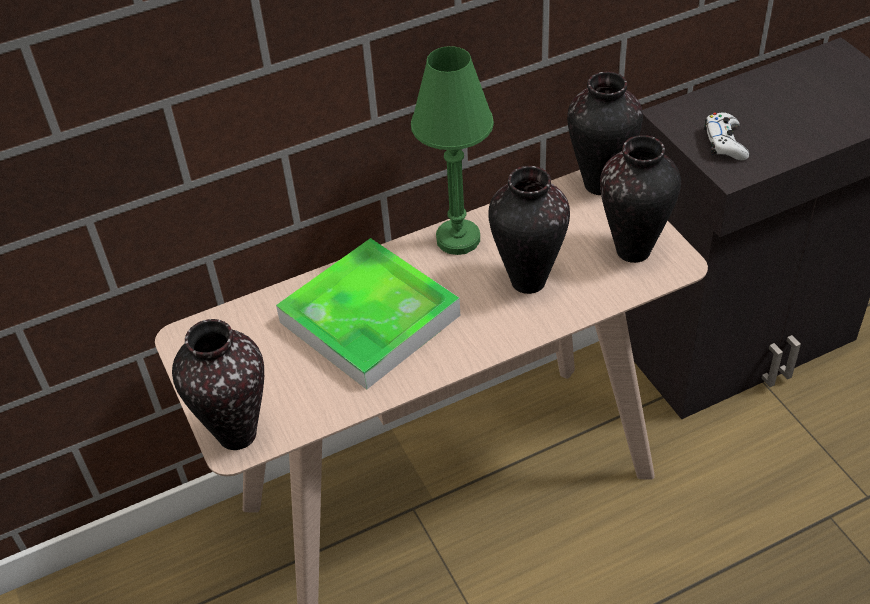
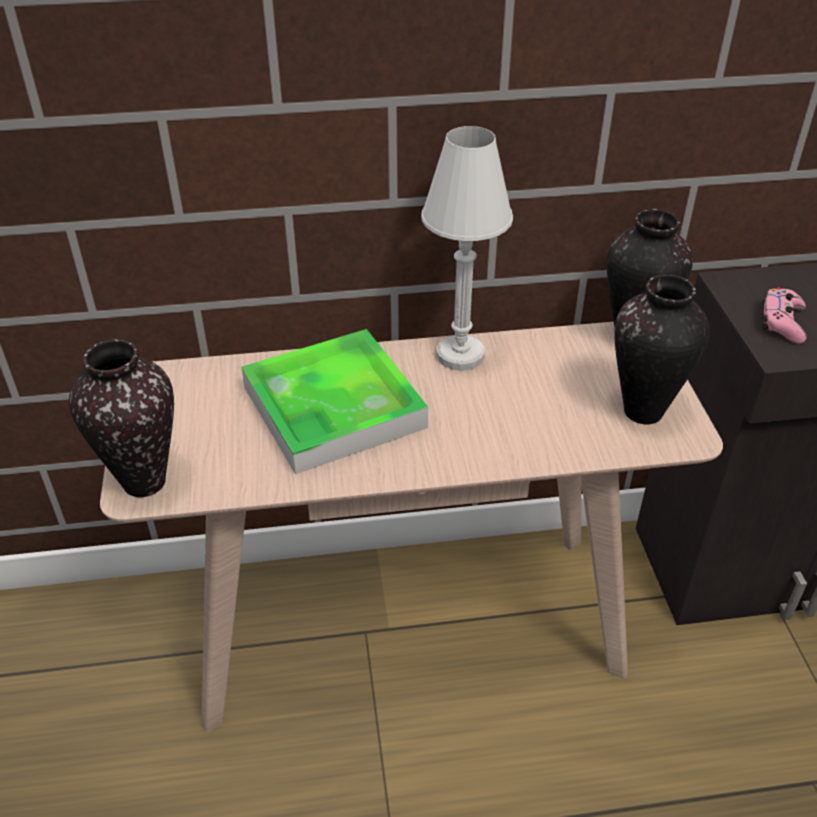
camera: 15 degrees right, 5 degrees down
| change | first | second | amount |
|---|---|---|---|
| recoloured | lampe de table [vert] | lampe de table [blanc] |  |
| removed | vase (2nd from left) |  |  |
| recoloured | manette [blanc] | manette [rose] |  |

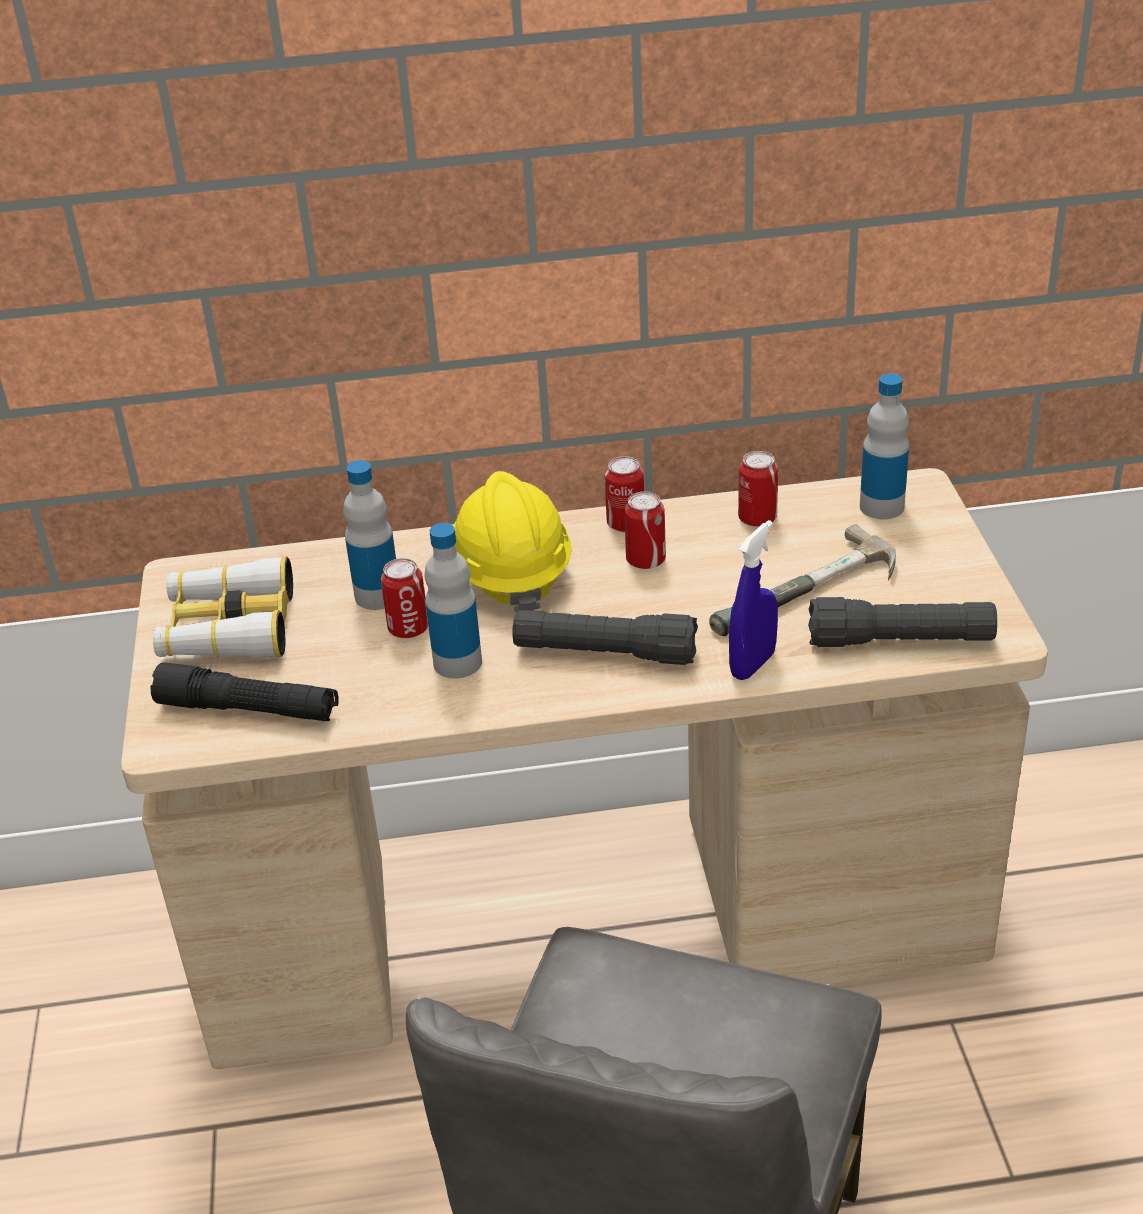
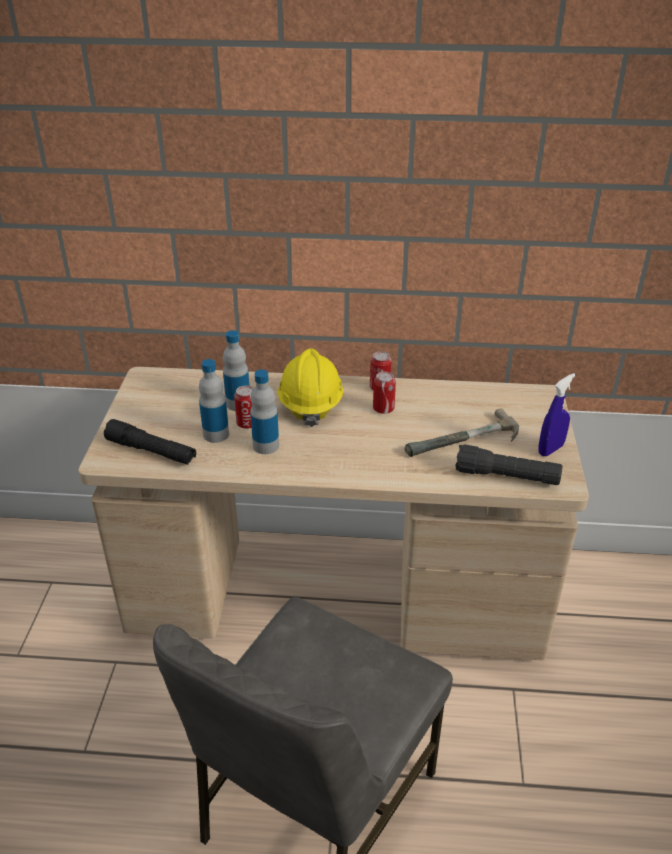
camera: 10 degrees right, 0 degrees up
| change | first | second | amount |
|---|---|---|---|
| removed | jumelles |  |  |
| removed | lampe de poche [noir] (2nd from left) |  |  |
| moved | vaporisateur [bleu] |  |  |
| removed | boîte métallique (4th from left) |  |  |
| moved | bouteille (3rd from left in the first image) | bouteille (1st from left) |  |

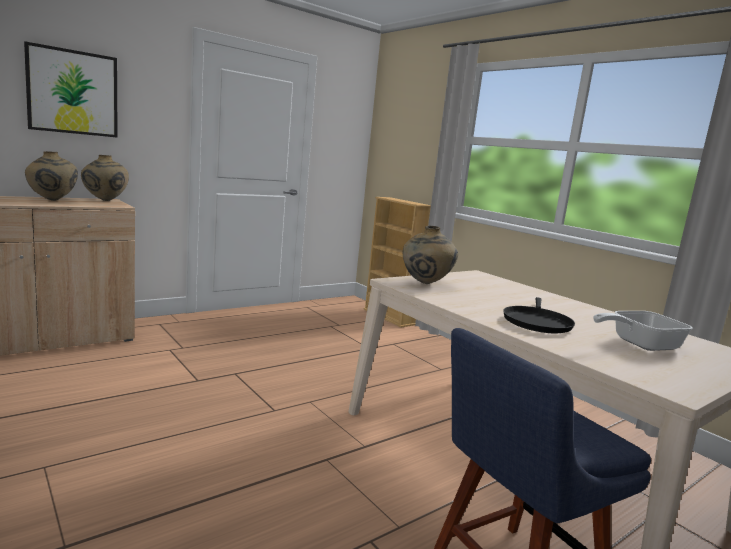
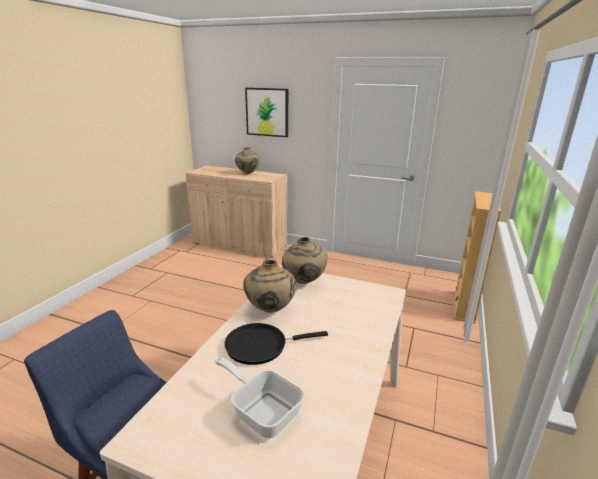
camera: 60 degrees right, 10 degrees up
| change | first | second | amount |
|---|---|---|---|
| moved | vase [beige] (2nd from left) |  |  |

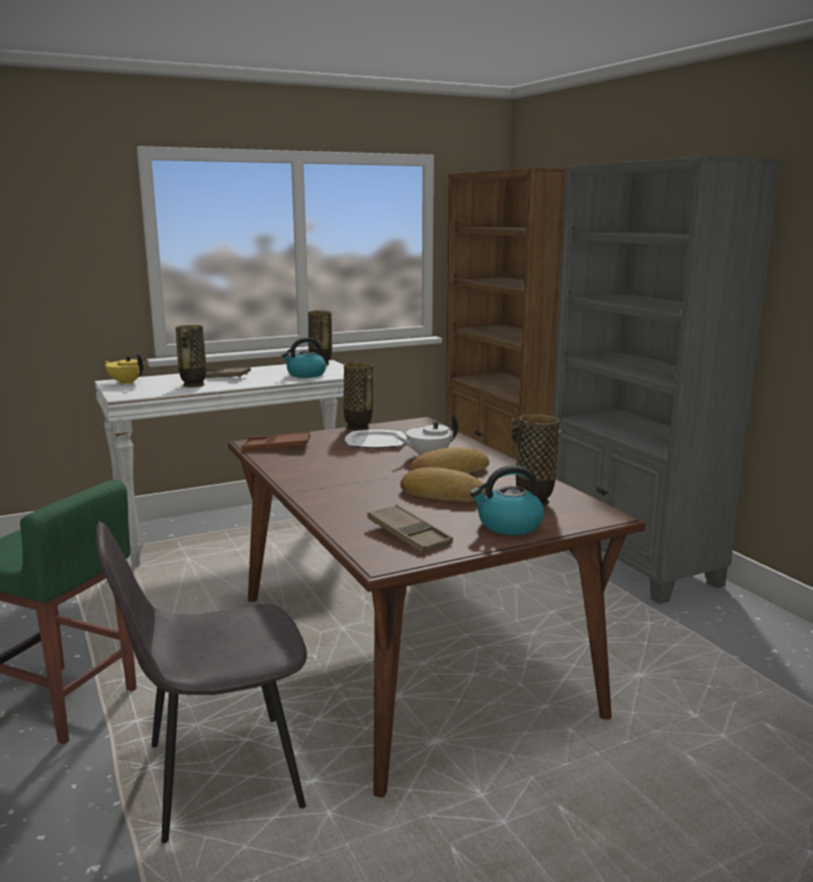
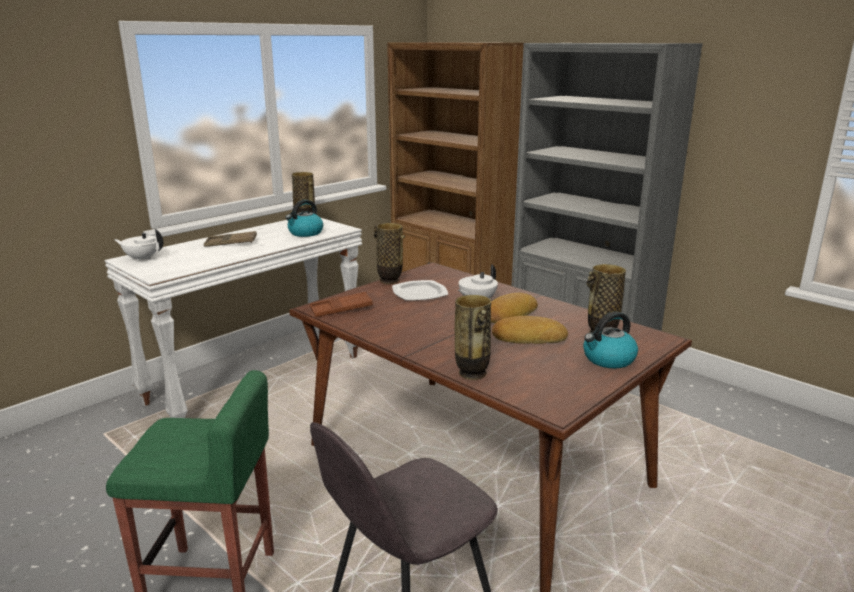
camera: 20 degrees left, 5 degrees up
| change | first | second | amount |
|---|---|---|---|
| recoloured | théière [jaune] | théière [blanc] (1st from left) |  |
| moved | vase (1st from left in the first image) | vase (3rd from left) |  |
| removed | plateau [marron] (3rd from left) |  |  |

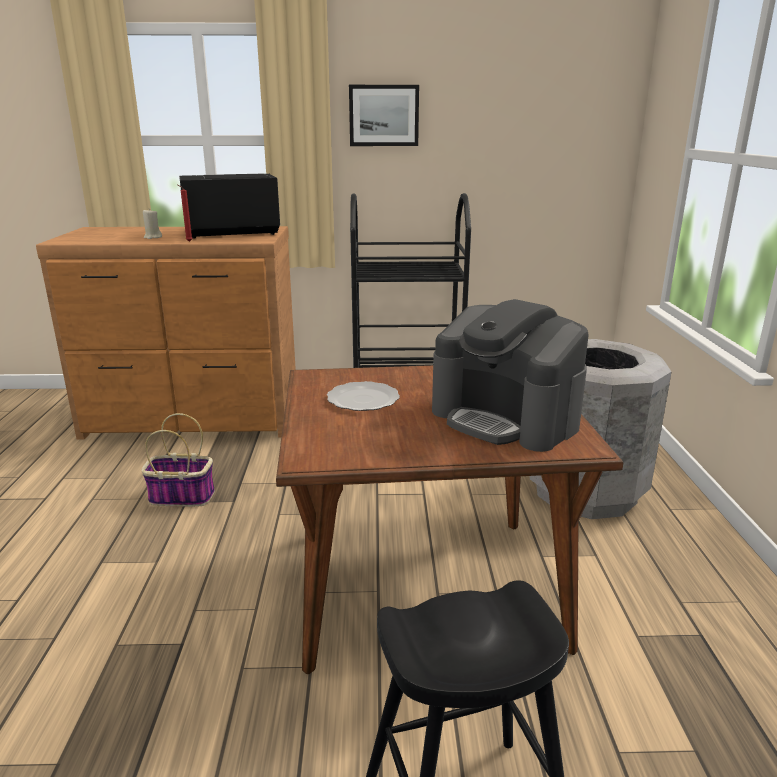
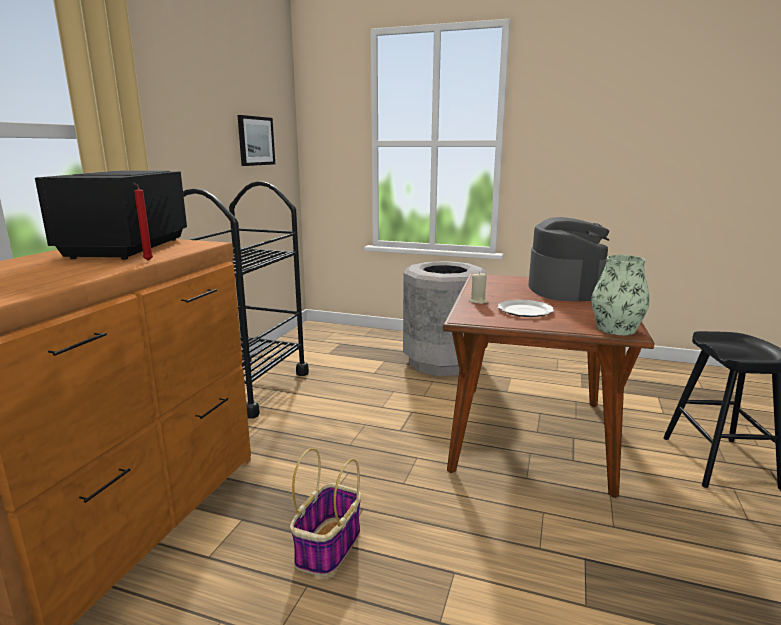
camera: 70 degrees left, 5 degrees down
| change | first | second | amount |
|---|---|---|---|
| moved | bougie [beige] |  |  |
| moved | tableau |  |  |
| turned | machine à café |  | 60 degrees counterclockwise |
| added |  | vase |  |

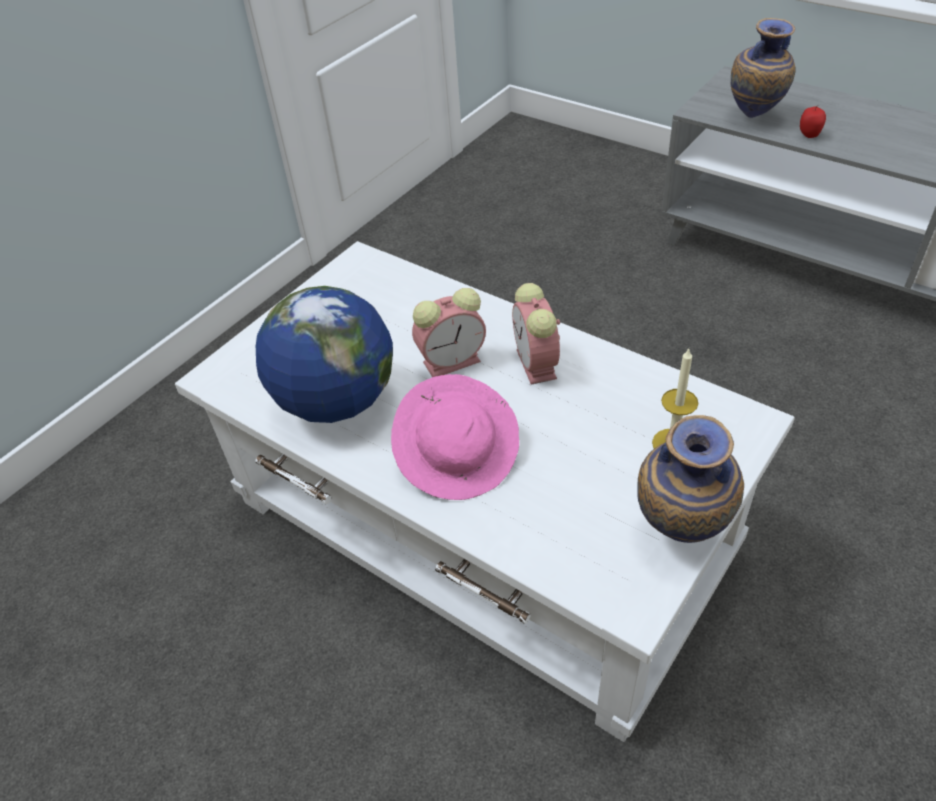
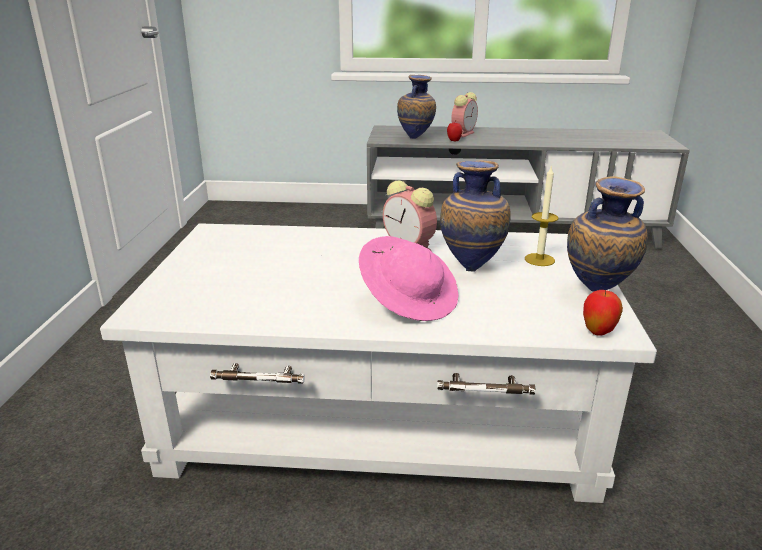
camera: 35 degrees left, 20 degrees down
| change | first | second | amount |
|---|---|---|---|
| removed | globe |  |  |
| moved | réveil (1st from left in the first image) | réveil (2nd from left) |  |
| added |  | vase (2nd from left) |  |
| added |  | pomme (2nd from left) |  |

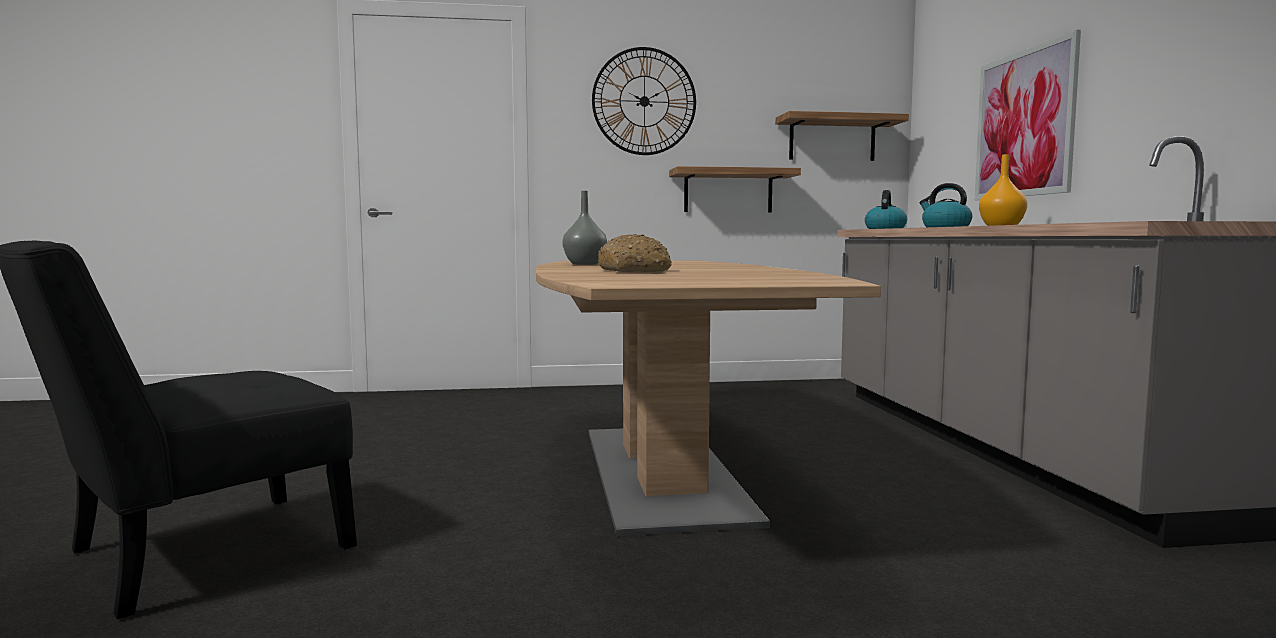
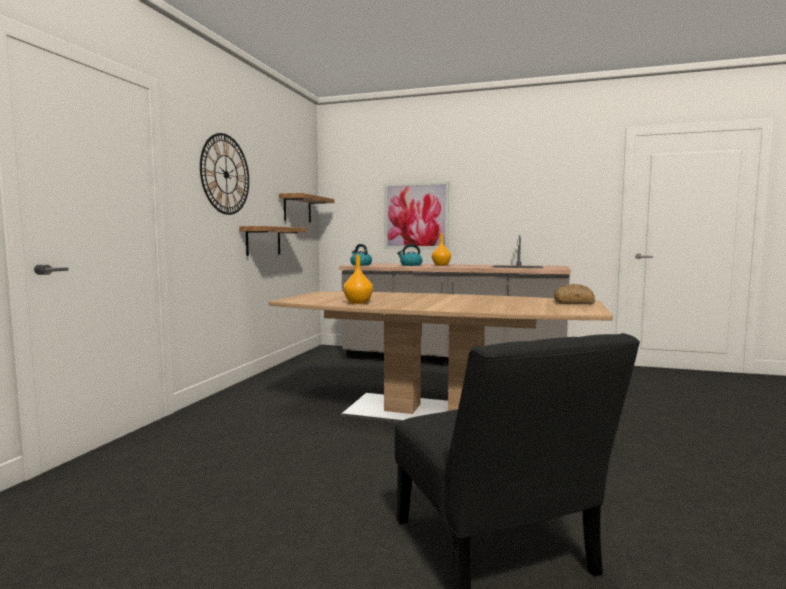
camera: 65 degrees left, 0 degrees up
| change | first | second | amount |
|---|---|---|---|
| recoloured | vase [gris] | vase [orange] (1st from left) |  |
| moved | pain |  |  |

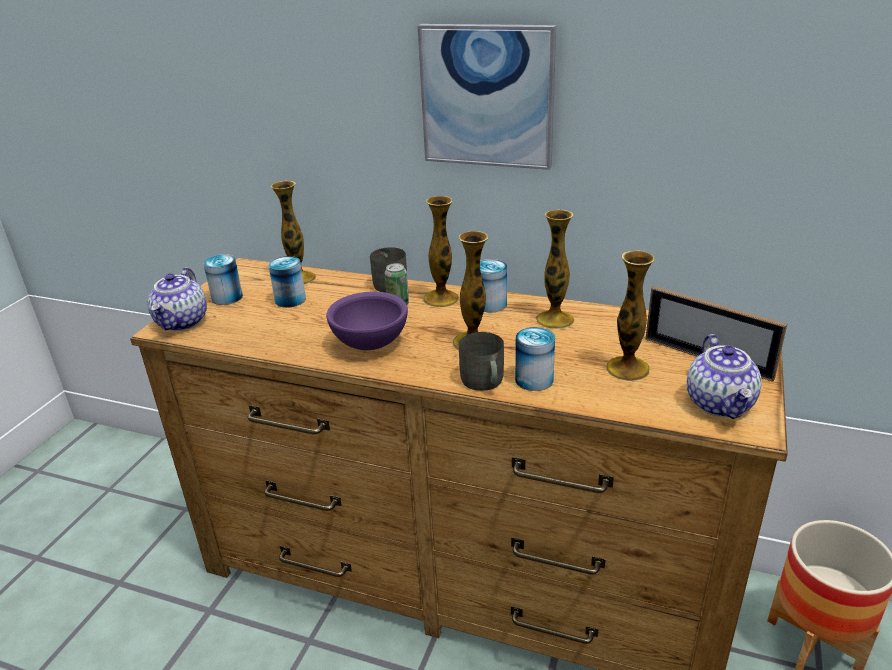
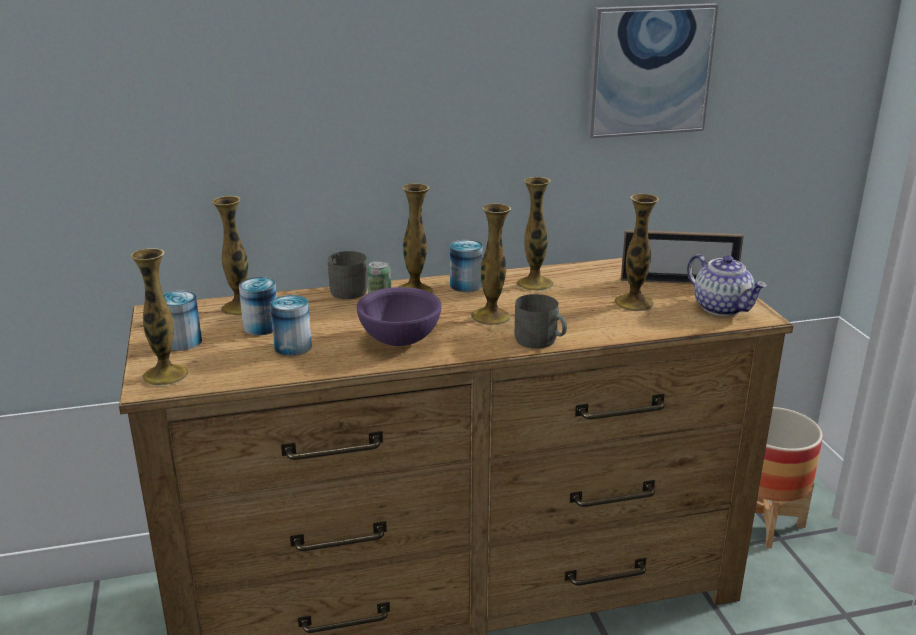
camera: 35 degrees left, 5 degrees down
| change | first | second | amount |
|---|---|---|---|
| replaced | théière (1st from left) | vase (1st from left) |  |
| moved | tableau |  |  |
| moved | boîte métallique (5th from left in the first image) | boîte métallique (3rd from left) |  |

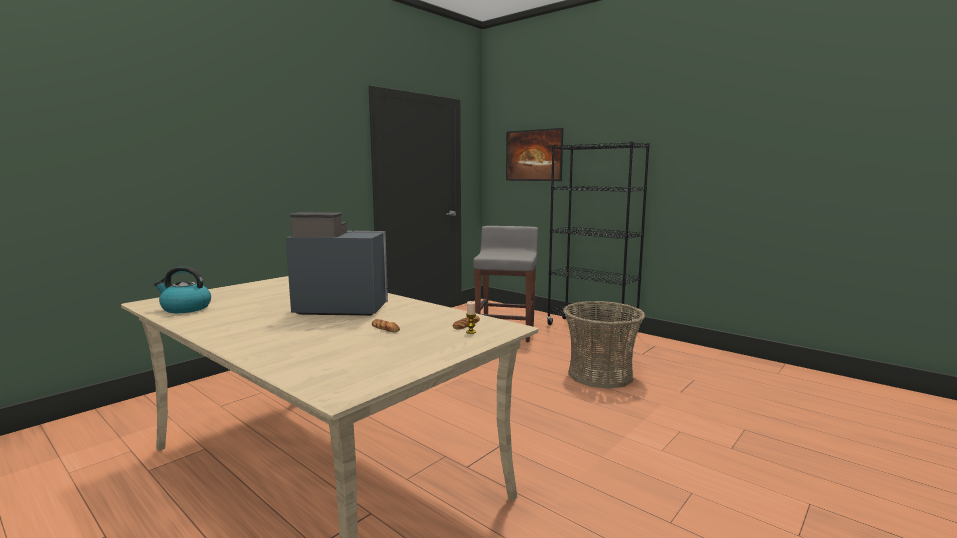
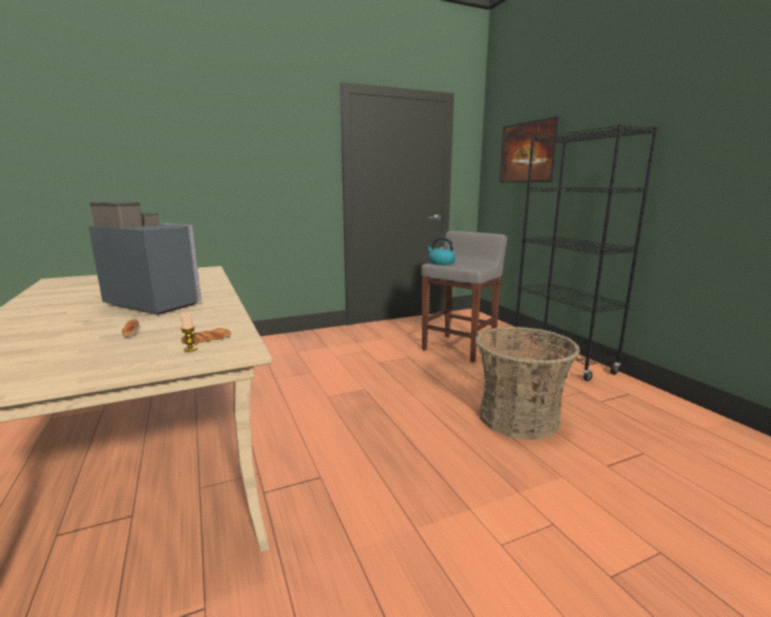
camera: 25 degrees right, 5 degrees up
| change | first | second | amount |
|---|---|---|---|
| moved | bouilloire |  |  |

